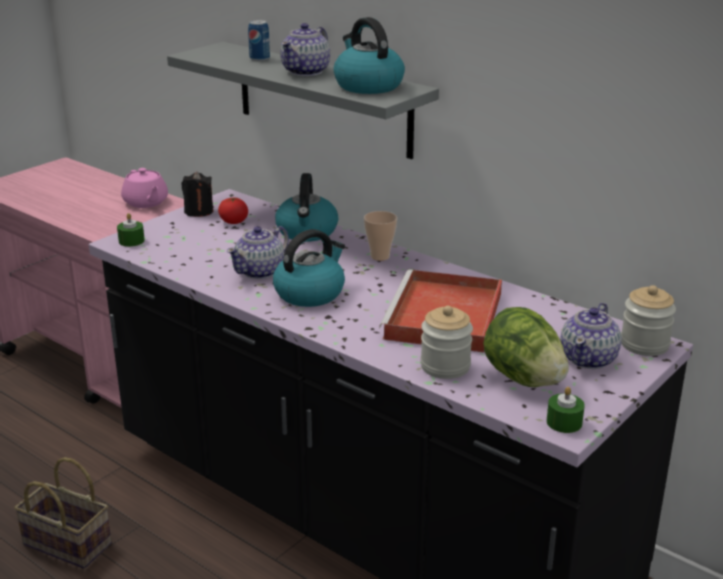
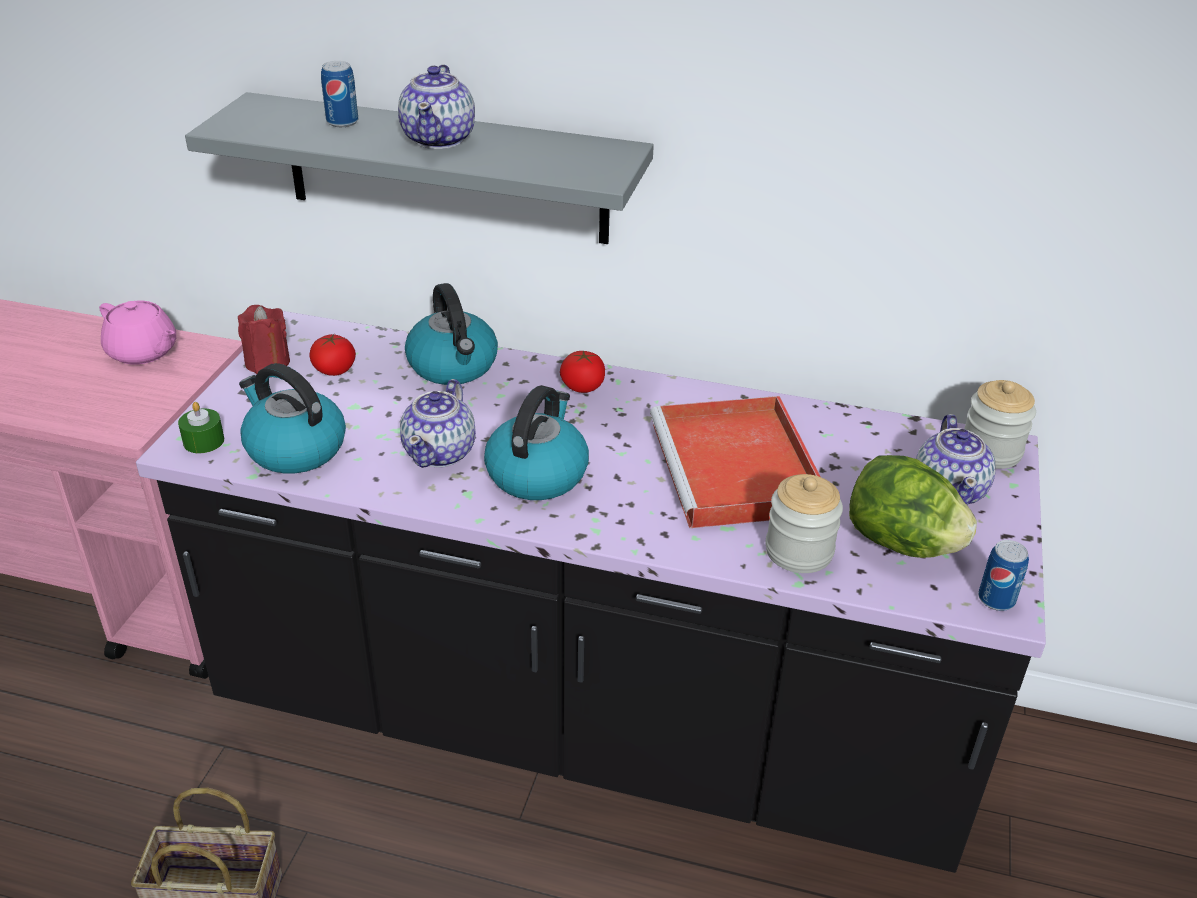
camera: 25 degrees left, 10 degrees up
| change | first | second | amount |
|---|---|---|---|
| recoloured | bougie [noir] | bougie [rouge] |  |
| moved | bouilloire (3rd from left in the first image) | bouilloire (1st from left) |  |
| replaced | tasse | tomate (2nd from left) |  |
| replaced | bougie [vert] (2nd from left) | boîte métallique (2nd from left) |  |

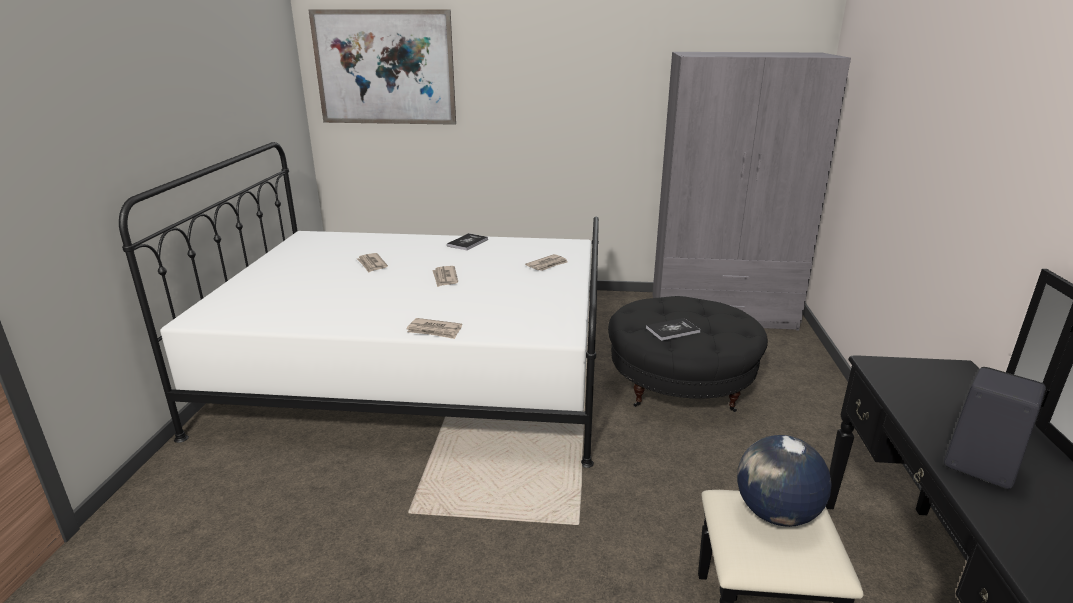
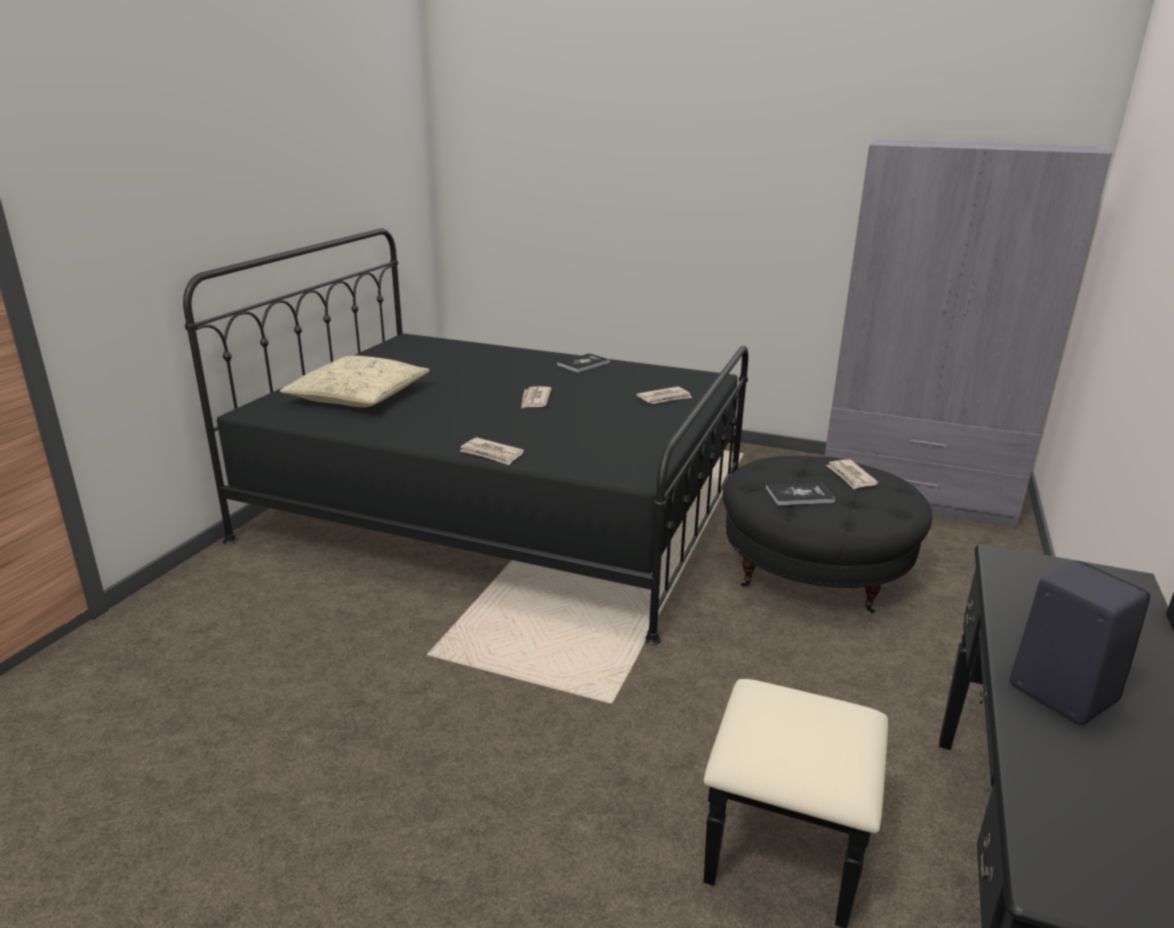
camera: 15 degrees right, 0 degrees up
| change | first | second | amount |
|---|---|---|---|
| recoloured | lit [blanc] | lit [noir] |  |
| removed | tableau |  |  |
| moved | journal (1st from left in the first image) | journal (4th from left) |  |
| removed | globe |  |  |
| added |  | coussin [beige] |  |

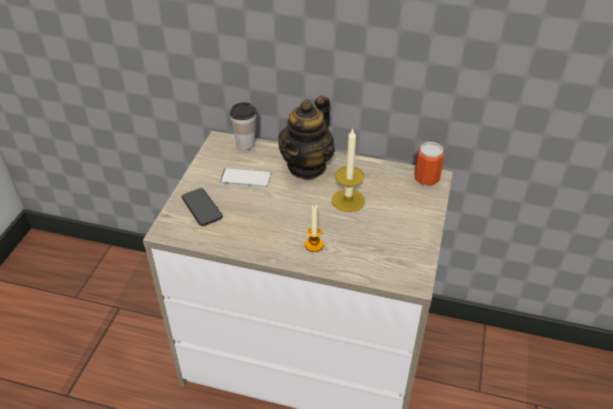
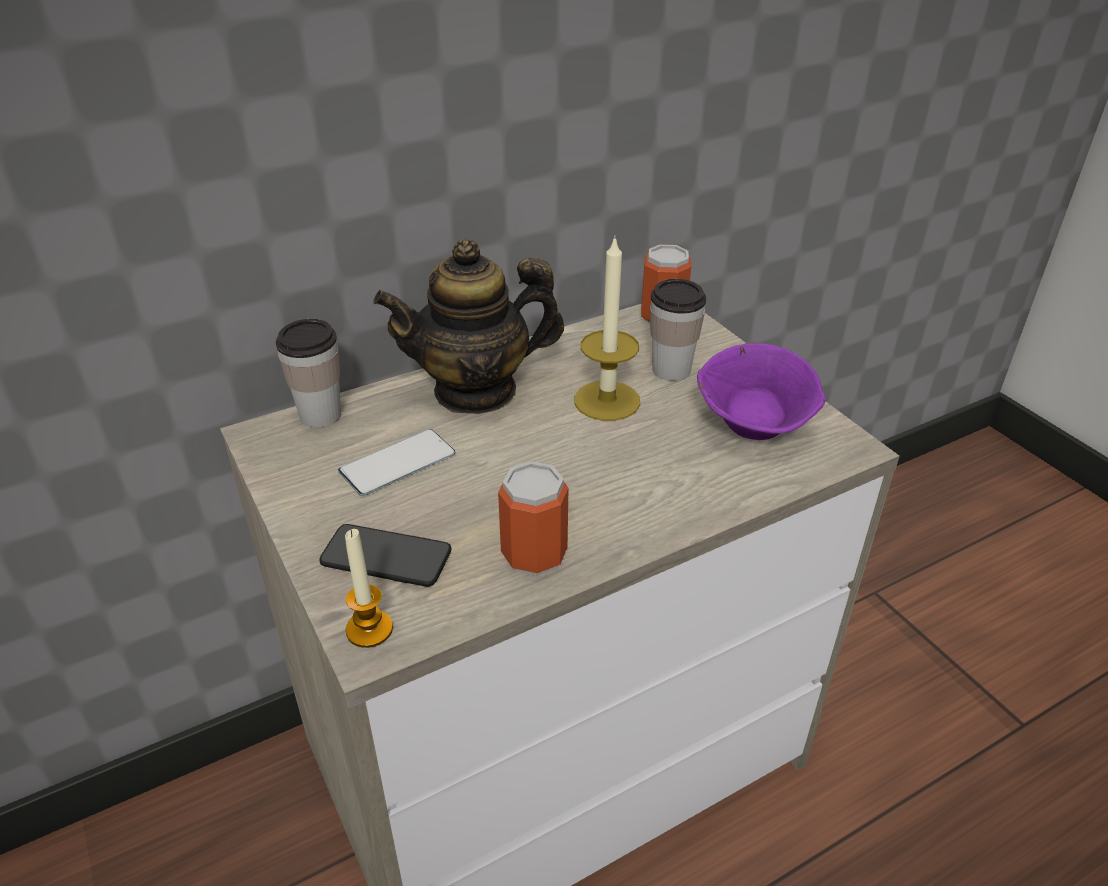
camera: 45 degrees left, 5 degrees down
| change | first | second | amount |
|---|---|---|---|
| turned | théière |  | 90 degrees clockwise |
| moved | bougie (1st from left) |  |  |
| added |  | boîte métallique (1st from left) |  |
| added |  | tasse (2nd from left) |  |
| added |  | bol [violet] |  |

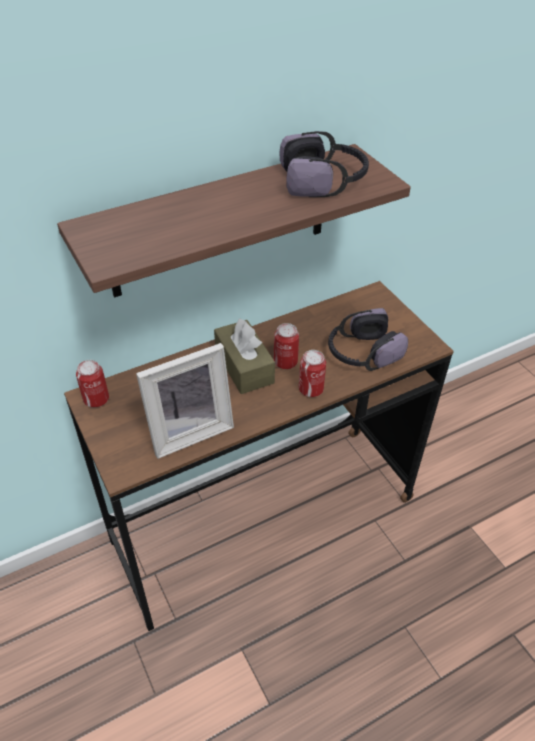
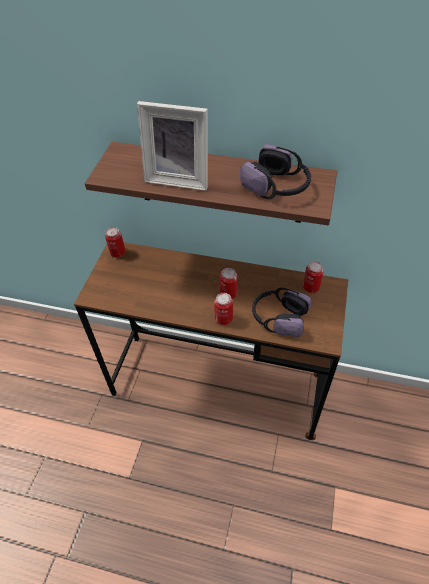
camera: 45 degrees right, 5 degrees up
| change | first | second | amount |
|---|---|---|---|
| moved | cadre photo |  |  |
| removed | boîte à mouchoirs [marron] |  |  |
| added |  | boîte métallique (4th from left) |  |

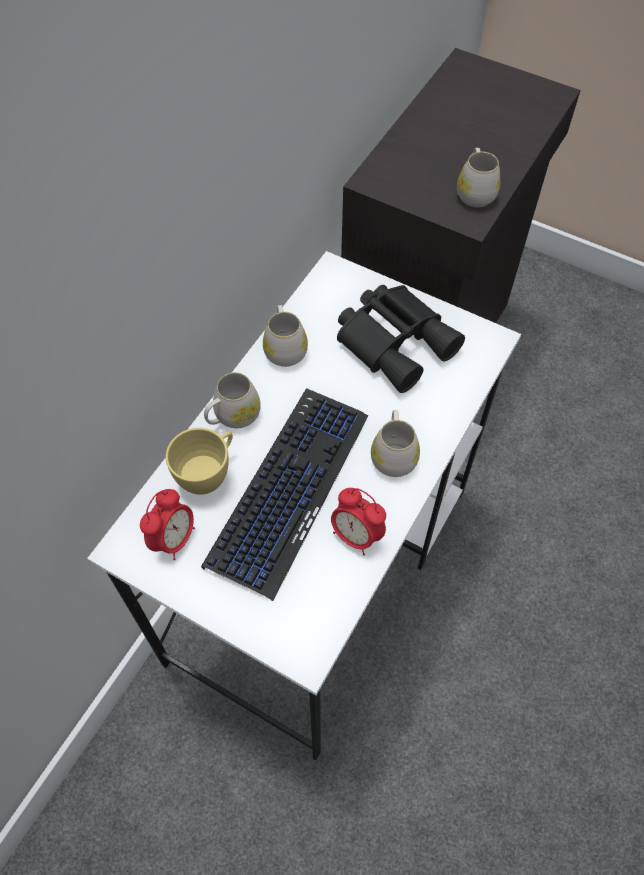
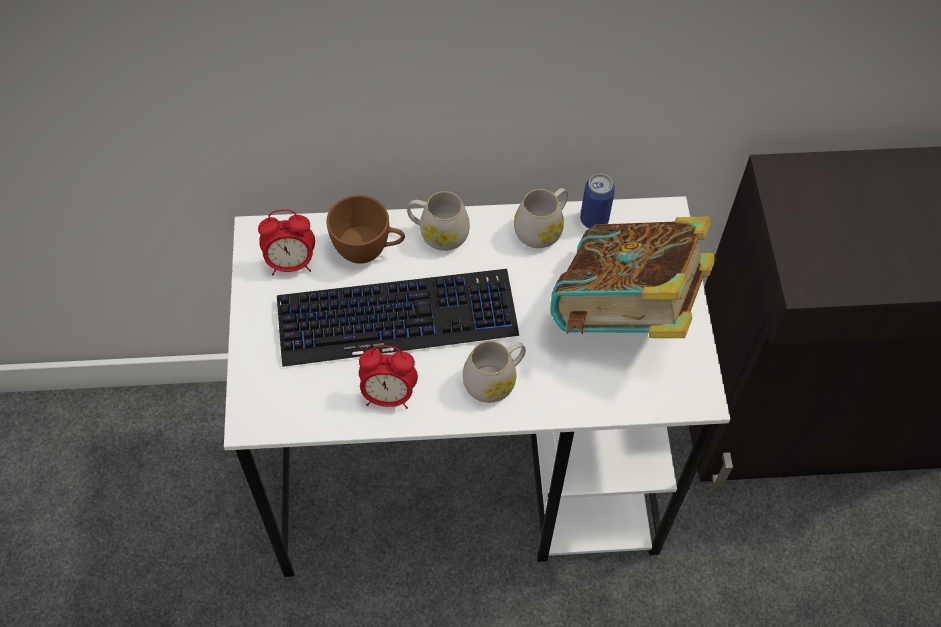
camera: 55 degrees right, 0 degrees up
| change | first | second | amount |
|---|---|---|---|
| recoloured | tasse [jaune] | tasse [marron] |  |
| turned | réveil (2nd from left) |  | 90 degrees counterclockwise |
| replaced | jumelles [noir] | livre |  |
| removed | mug [blanc] (4th from left) |  |  |
| added |  | boîte métallique |  |

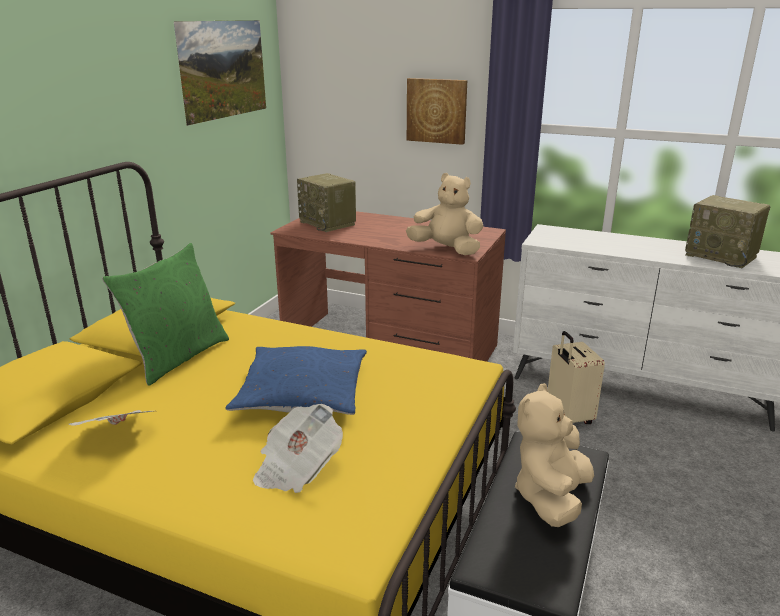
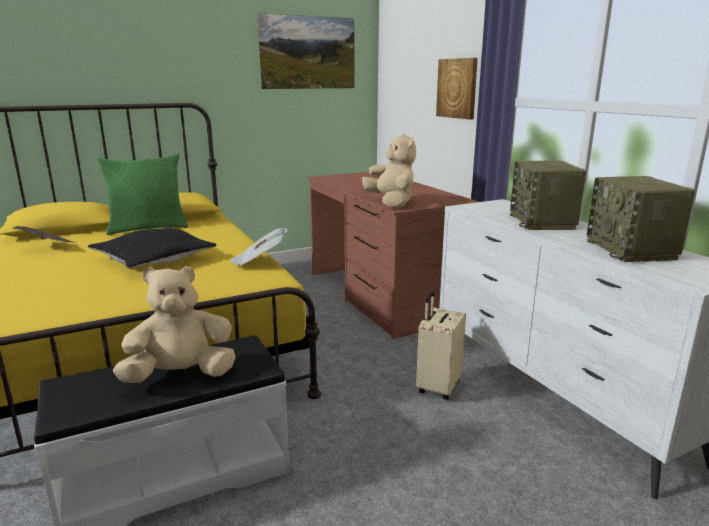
camera: 40 degrees right, 5 degrees down
| change | first | second | amount |
|---|---|---|---|
| recoloured | coussin [bleu] | coussin [noir] |  |
| moved | journal (2nd from left) |  |  |
| moved | radio (1st from left) |  |  |

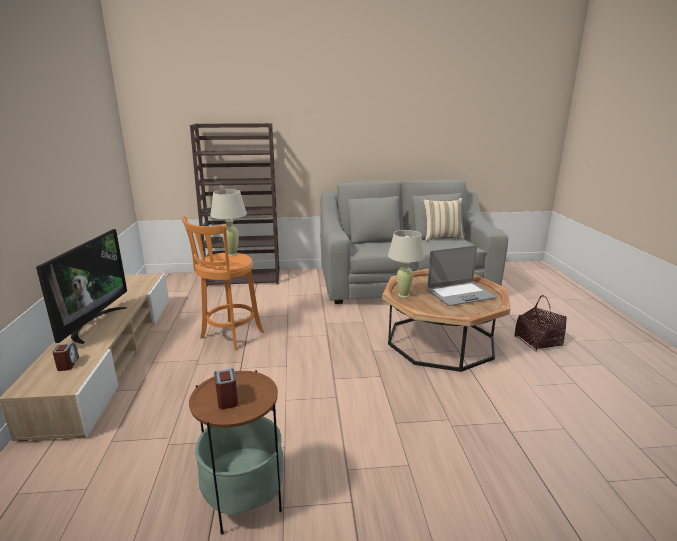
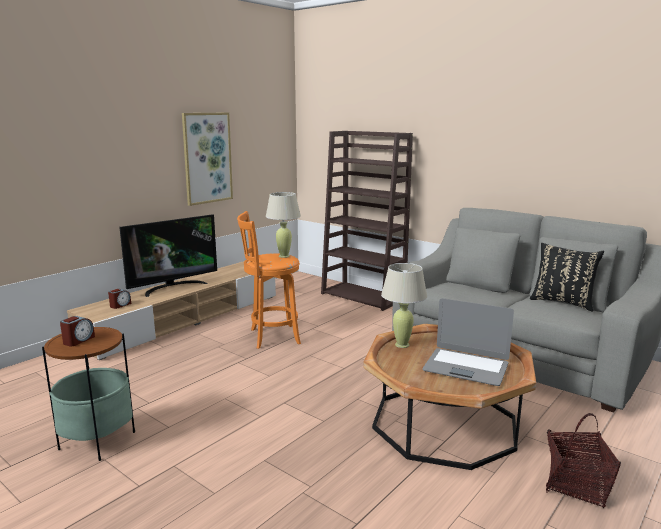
camera: 45 degrees right, 5 degrees down
| change | first | second | amount |
|---|---|---|---|
| recoloured | coussin [beige] | coussin [noir] |  |
| added |  | tableau |  |

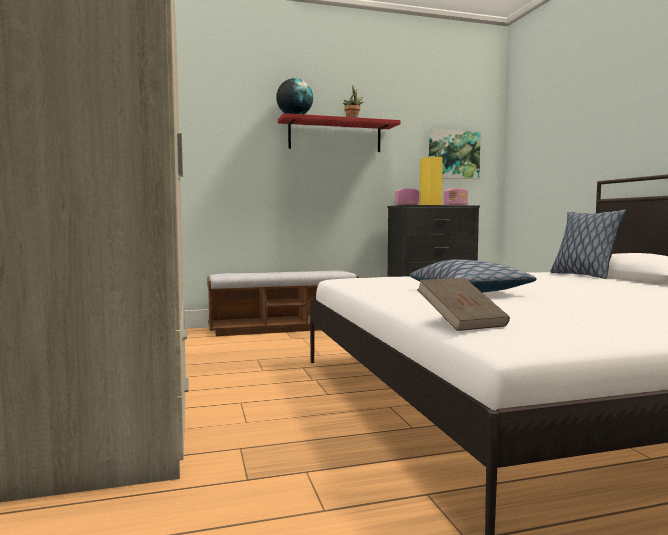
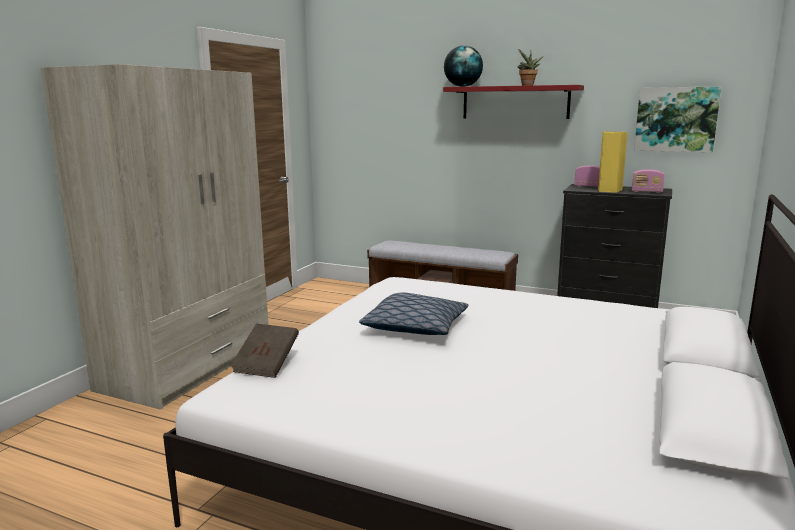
camera: 40 degrees right, 10 degrees up
| change | first | second | amount |
|---|---|---|---|
| removed | coussin (2nd from left) |  |  |

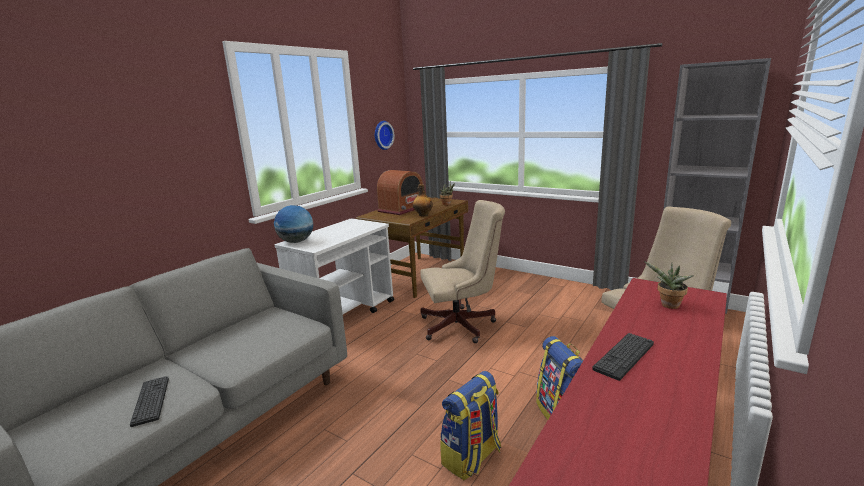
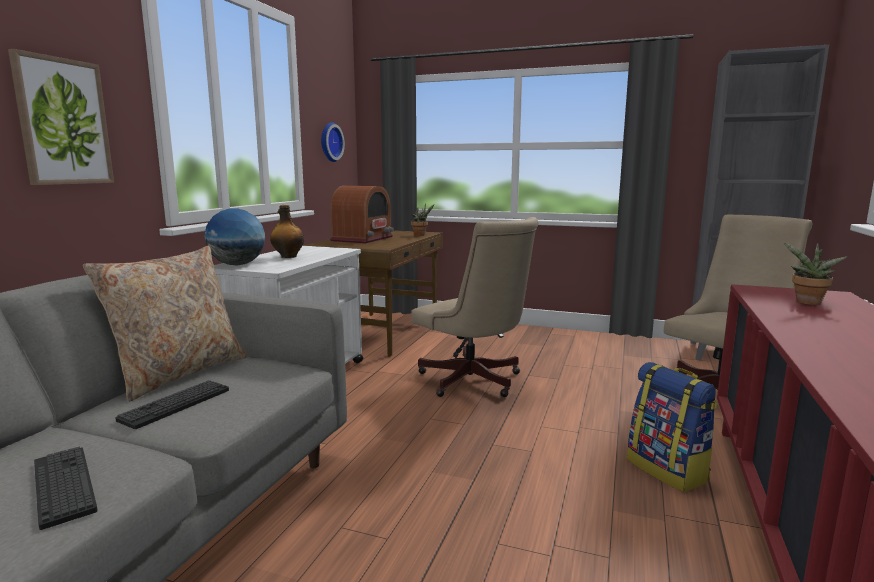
camera: 15 degrees left, 5 degrees down
| change | first | second | amount |
|---|---|---|---|
| moved | bouteille |  |  |
| turned | chaise de bureau [beige] (1st from left) |  | 75 degrees clockwise |
| removed | sac à dos (1st from left) |  |  |
| moved | clavier (2nd from left) |  |  |
| added |  | tableau |  |
| added |  | coussin [beige] |  |

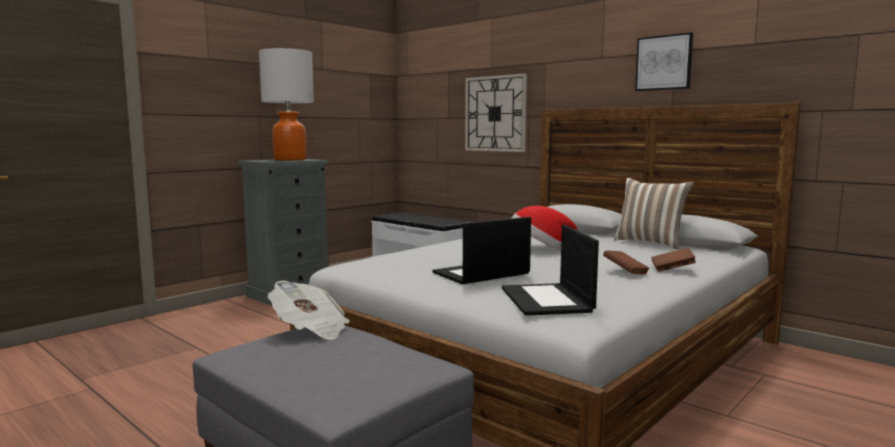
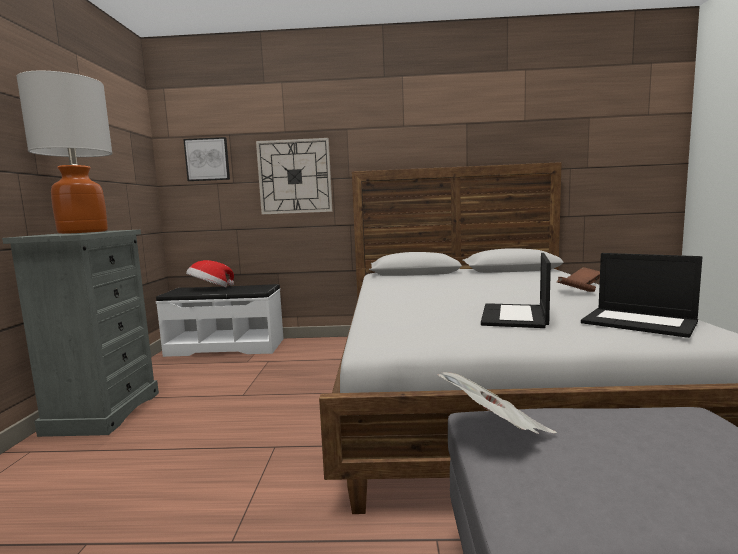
camera: 40 degrees left, 0 degrees up
| change | first | second | amount |
|---|---|---|---|
| moved | chapeau |  |  |
| removed | coussin |  |  |
| moved | tableau |  |  |

